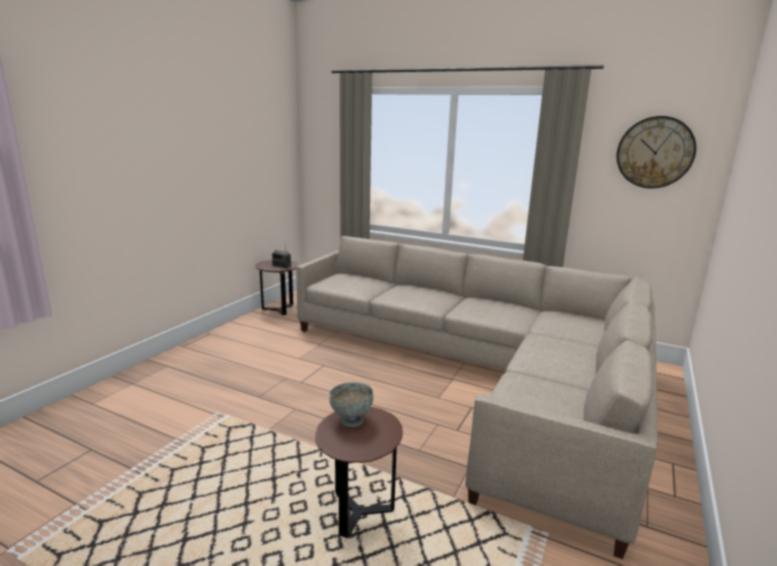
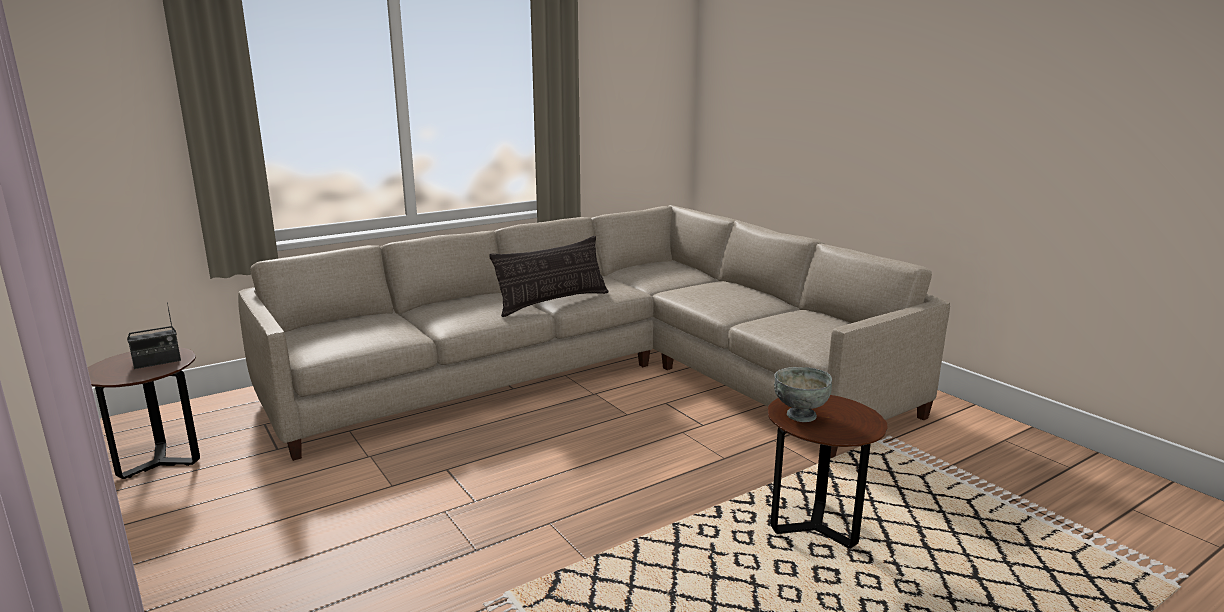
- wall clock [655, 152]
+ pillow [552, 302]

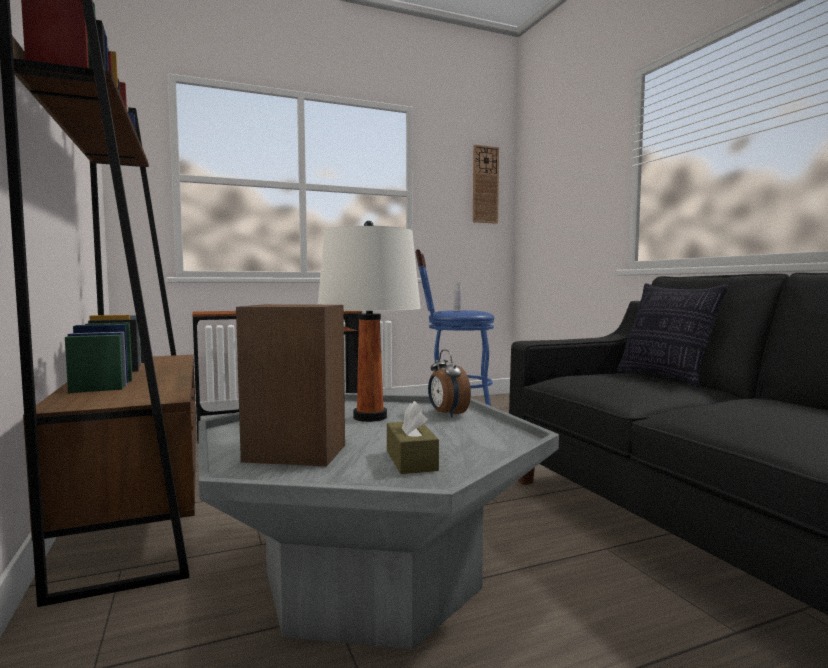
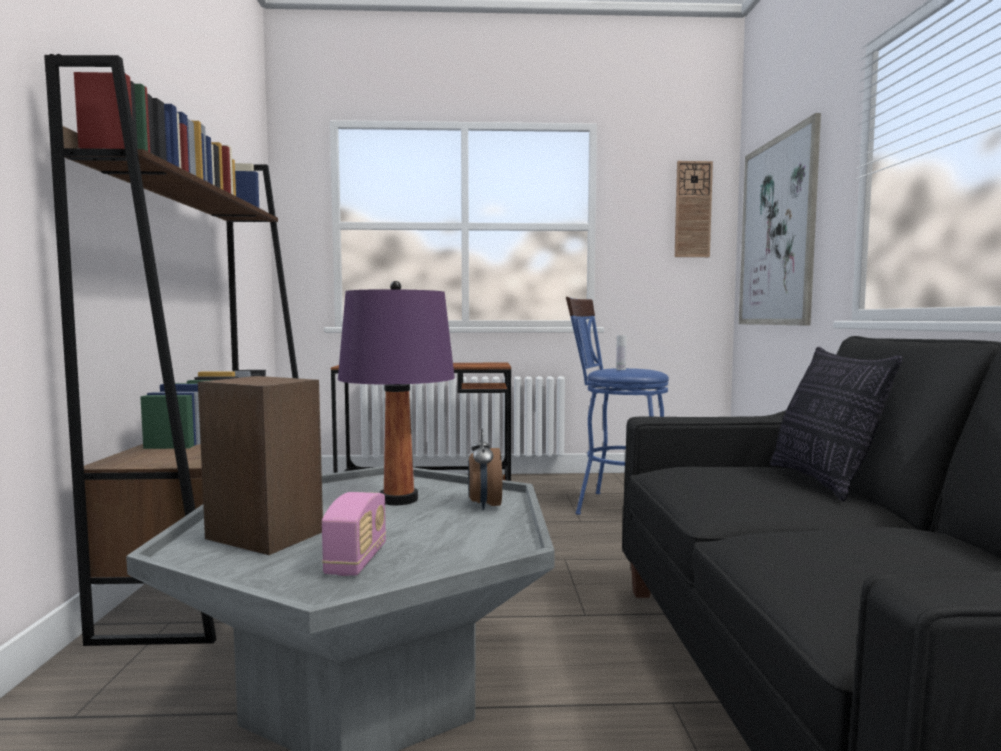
+ picture [777, 232]
~ brown tissue box [411, 460] to radio [356, 560]
~ white table lamp [369, 417] to purple table lamp [398, 499]

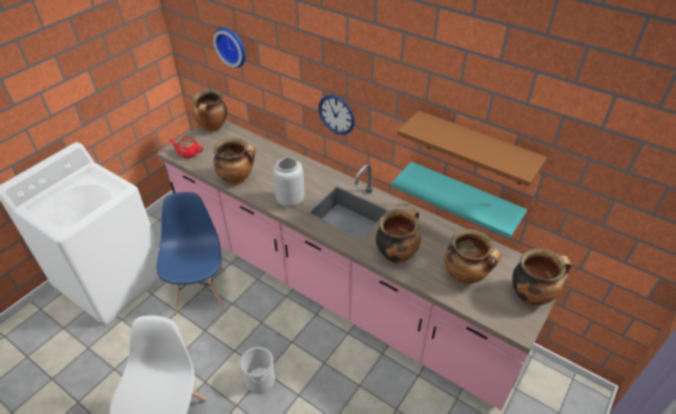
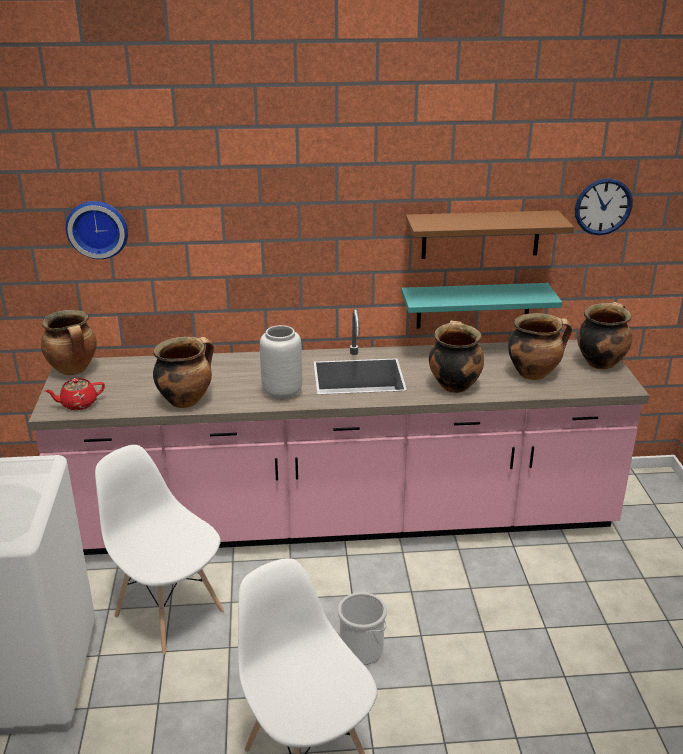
~ wall clock [336, 114] to [603, 206]
~ blue chair [200, 290] to white chair [168, 612]

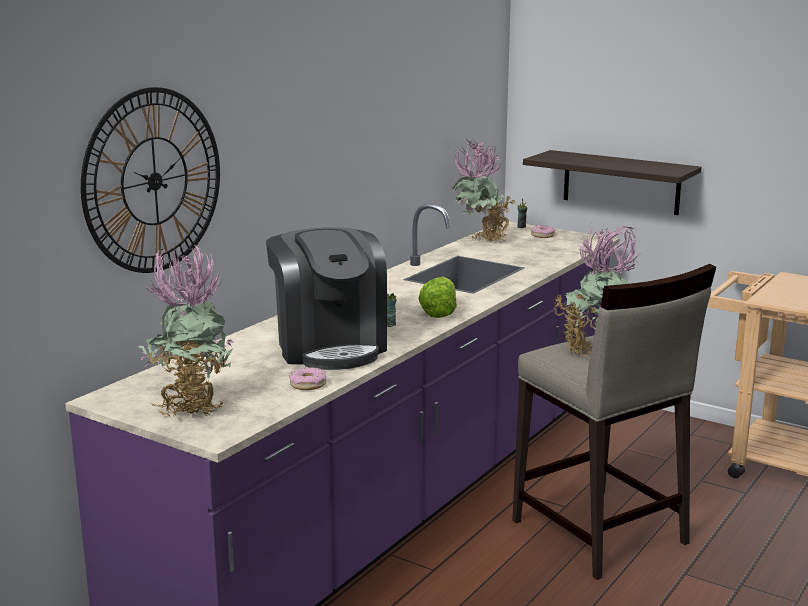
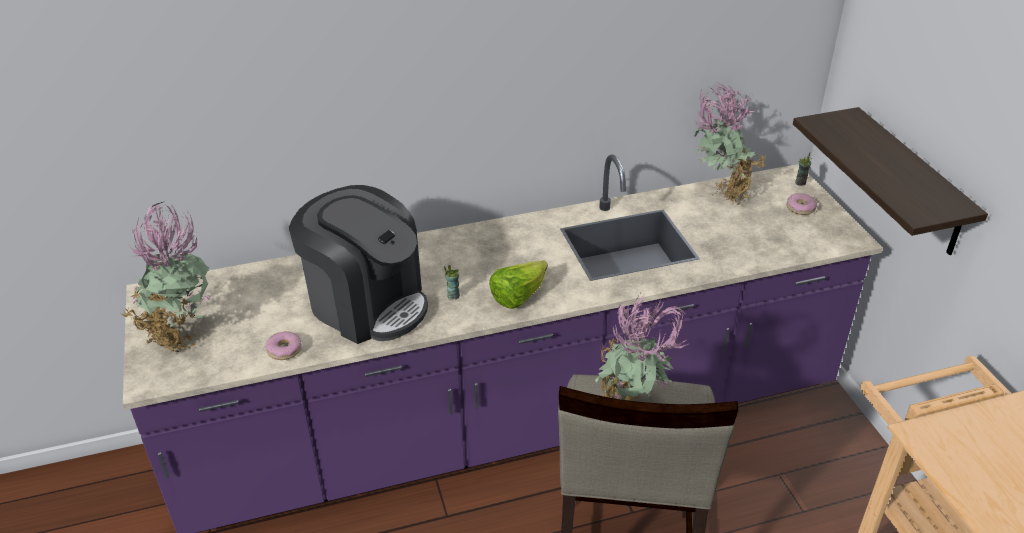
- wall clock [154, 181]
~ coffee machine [329, 346] = [367, 304] 75 degrees counterclockwise

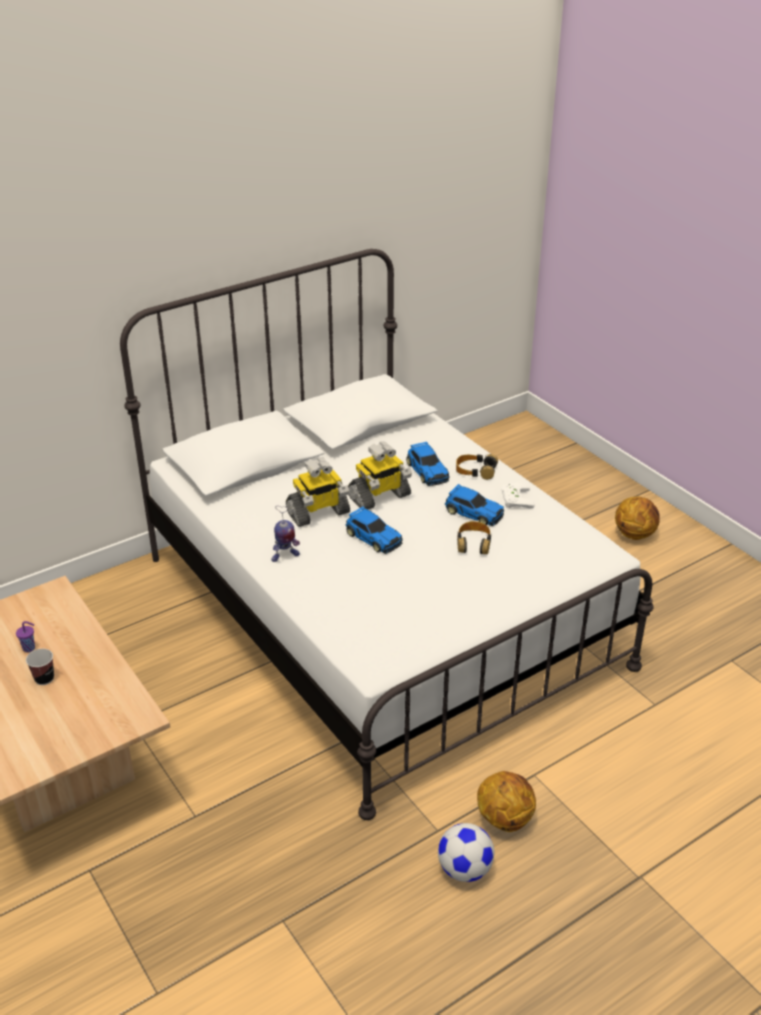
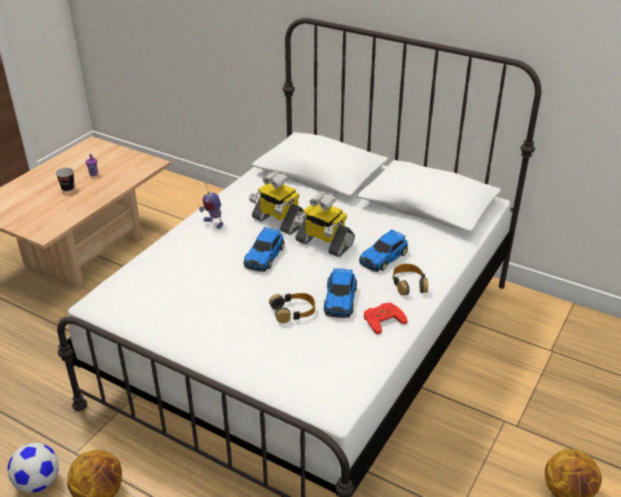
~ white game controller [514, 499] to red game controller [382, 319]

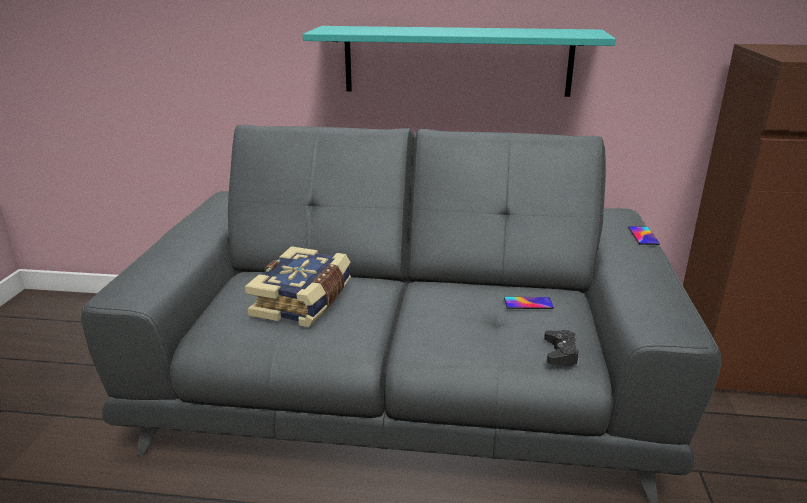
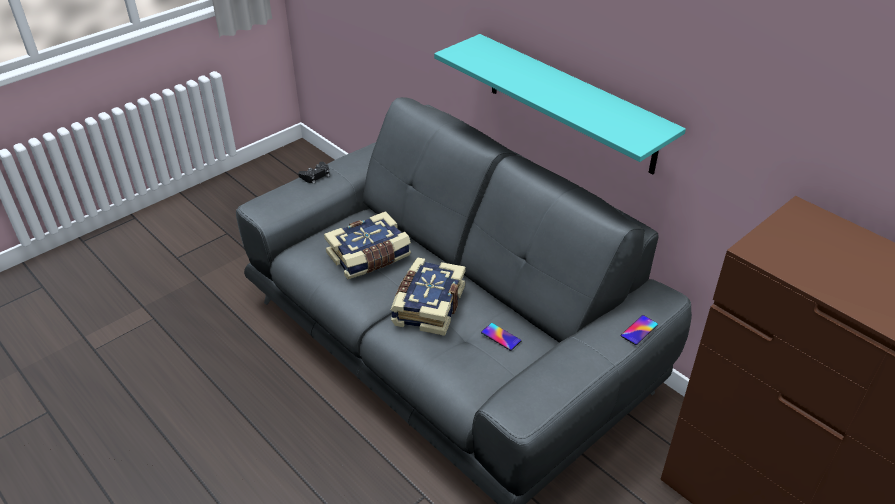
+ book [427, 306]
~ black game controller [561, 353] to [315, 175]

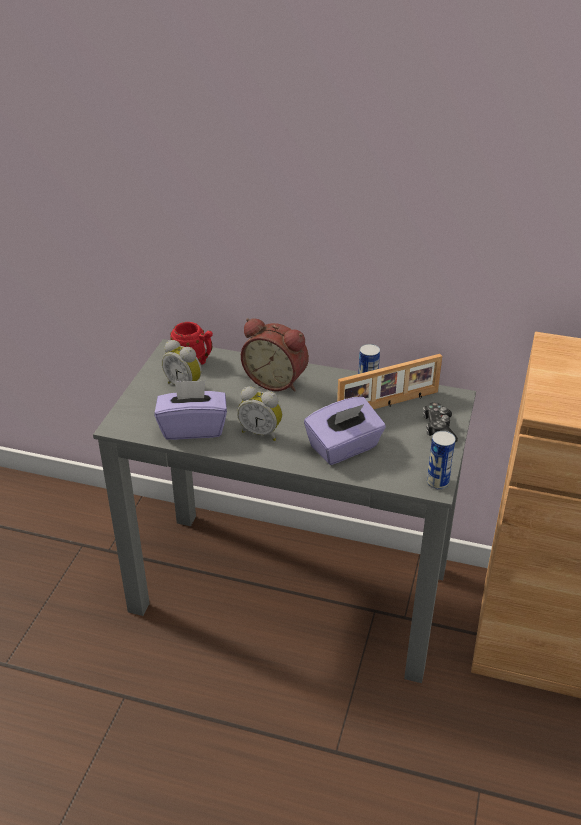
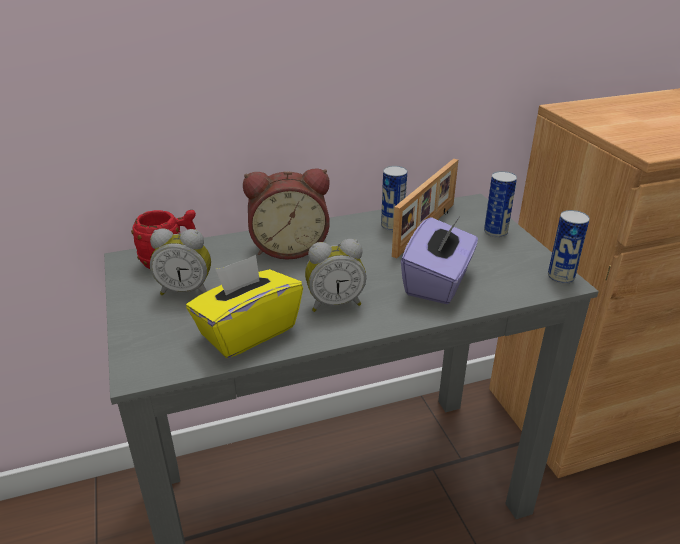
~ game controller [438, 428] to can [495, 232]
~ purple tissue box [193, 428] to yellow tissue box [247, 331]

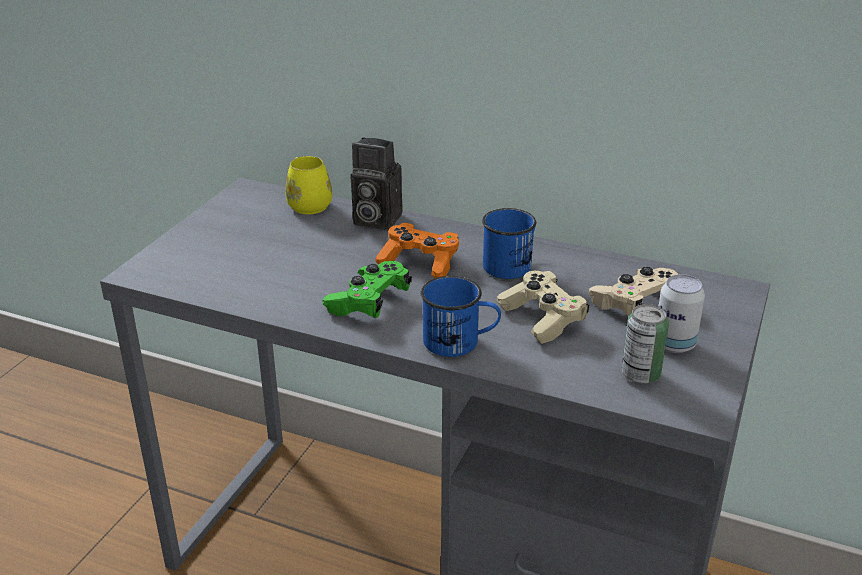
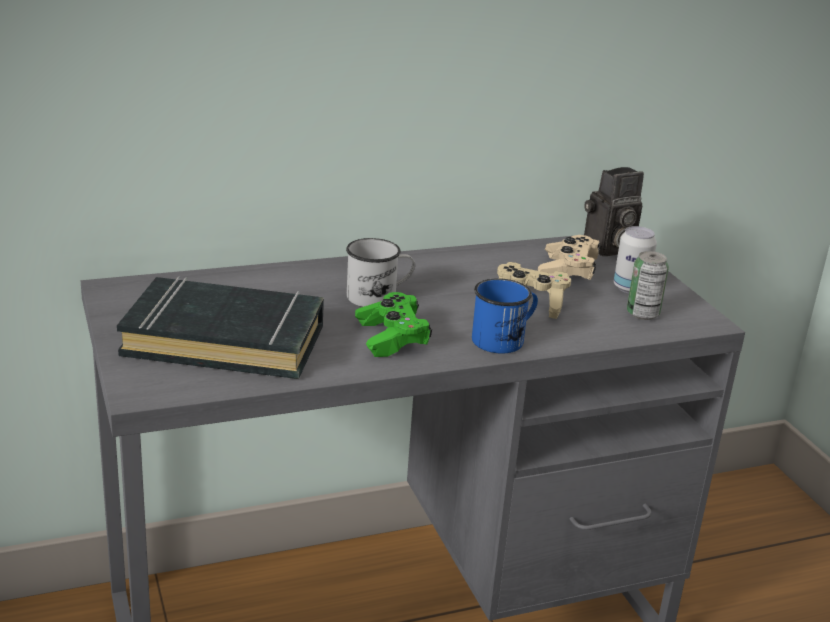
- yellow mug [307, 203]
- blue mug [512, 263]
+ black book [225, 340]
~ photo camera [374, 220] to [608, 248]
~ orange game controller [419, 264] to white mug [379, 296]

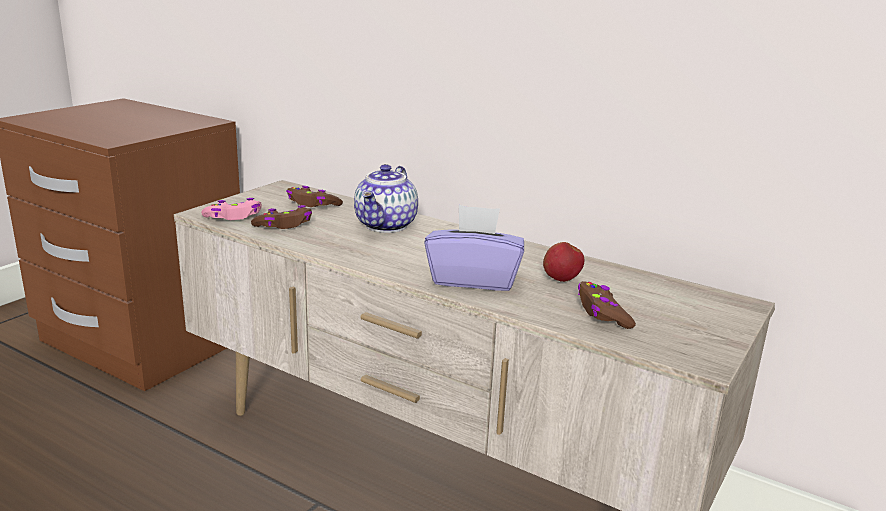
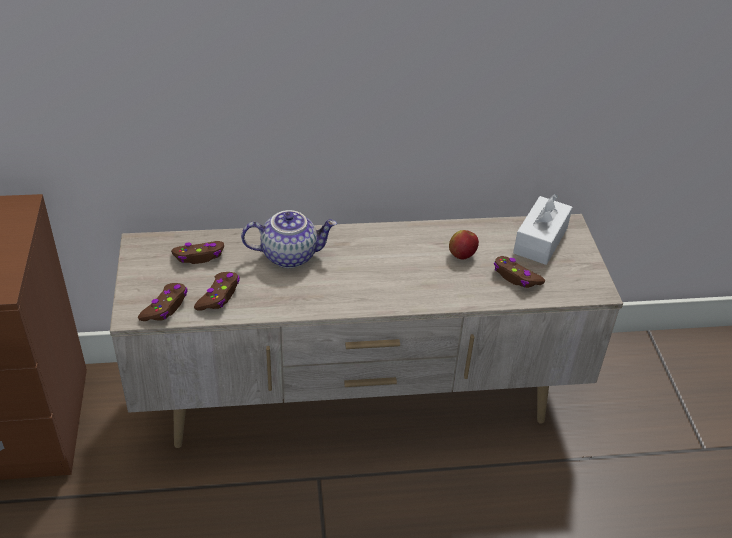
- purple tissue box [473, 279]
+ white tissue box [540, 240]
~ pink game controller [234, 217] to brown game controller [165, 307]
~ teapot [387, 226] = [290, 255] 75 degrees counterclockwise

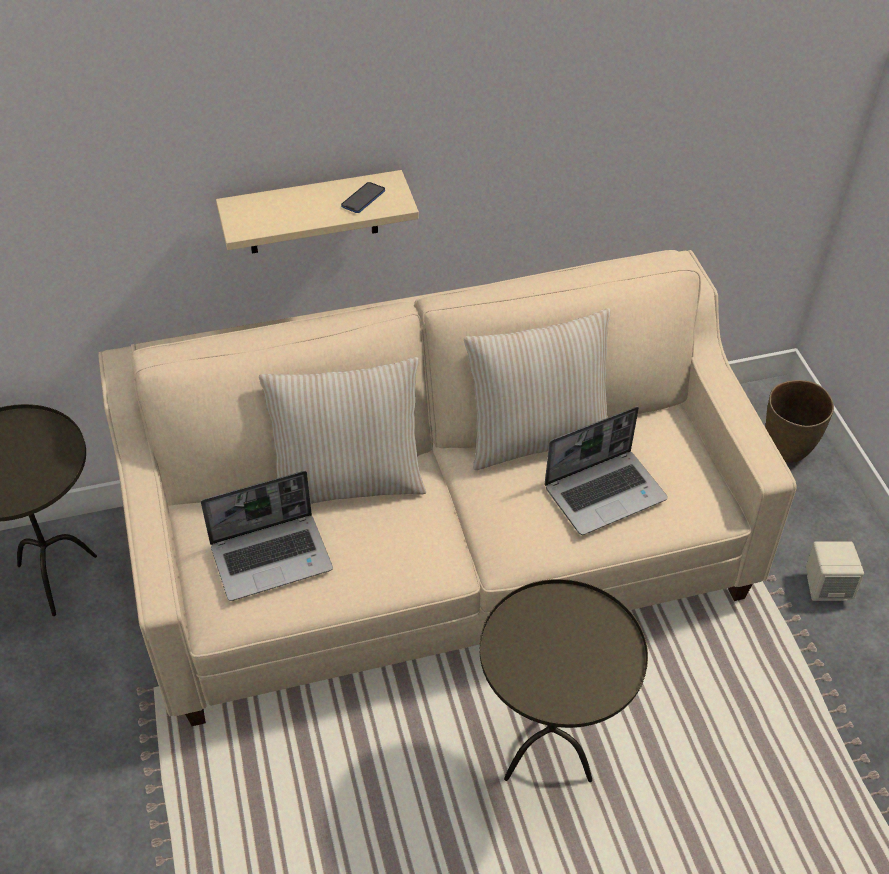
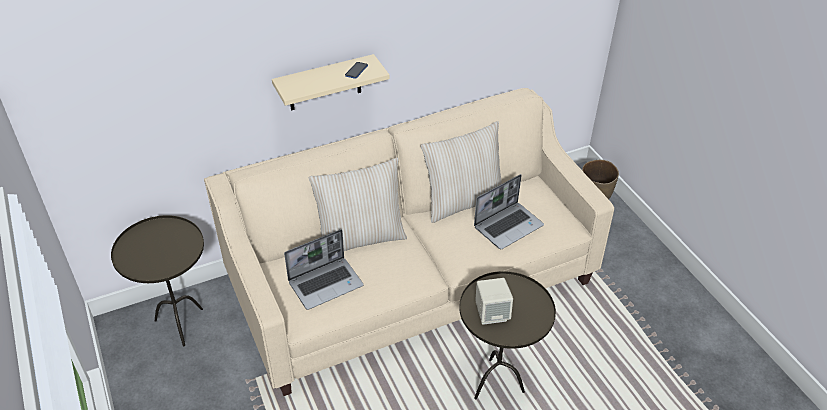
~ beige speaker [826, 587] to [491, 314]

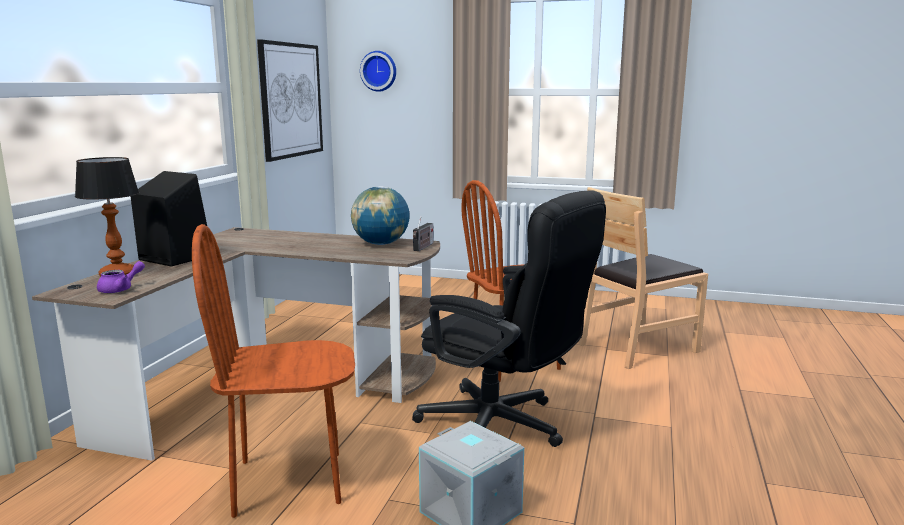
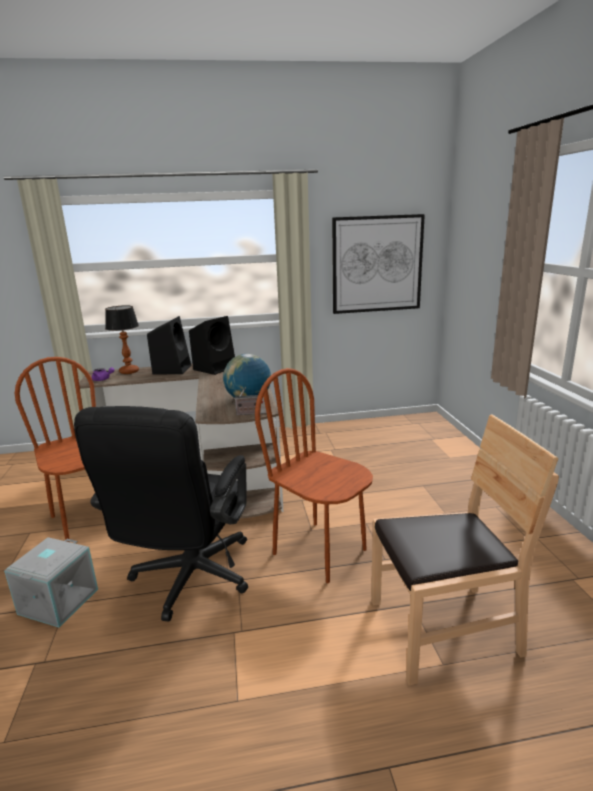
- wall clock [379, 71]
+ black speaker [215, 368]
~ brown chair [637, 347] = [443, 629] 135 degrees clockwise

